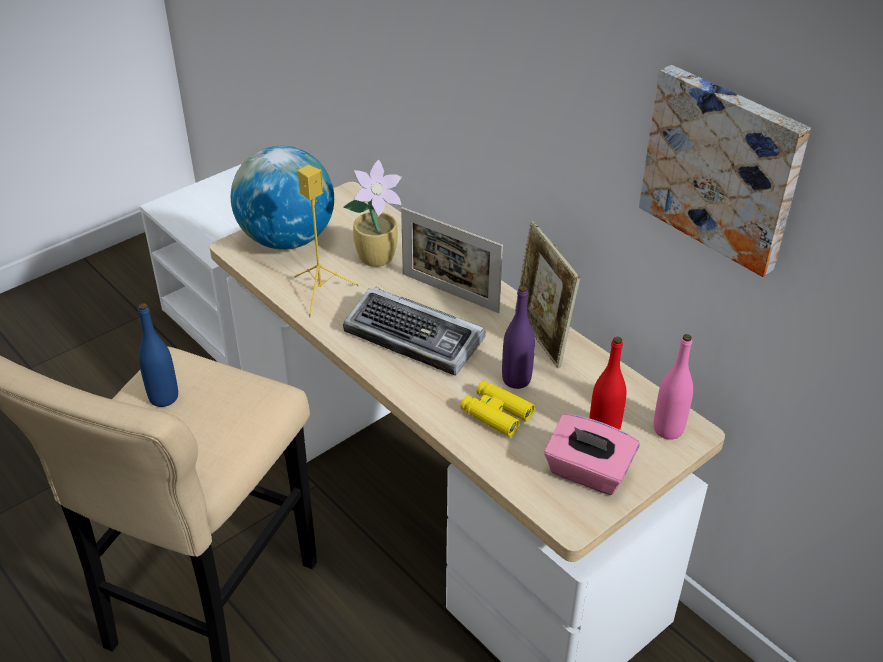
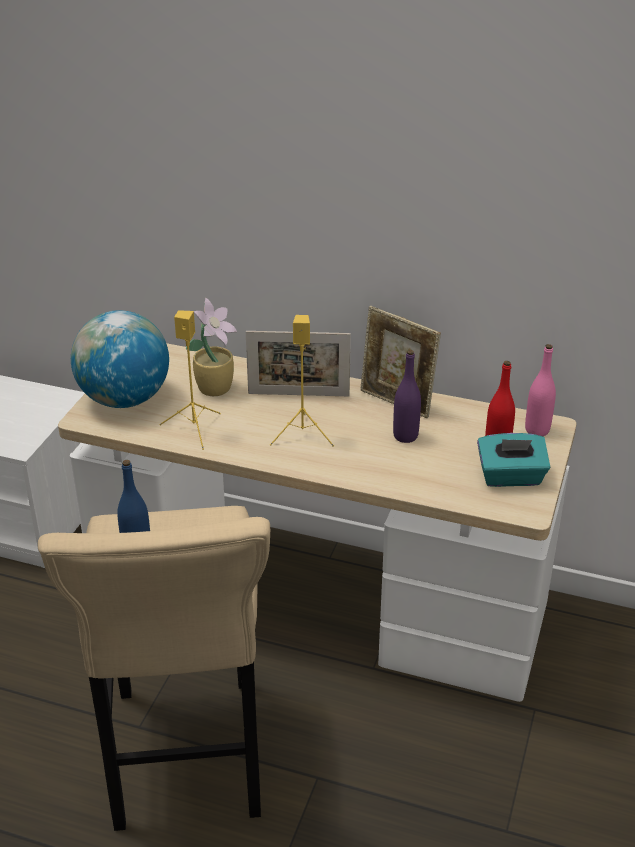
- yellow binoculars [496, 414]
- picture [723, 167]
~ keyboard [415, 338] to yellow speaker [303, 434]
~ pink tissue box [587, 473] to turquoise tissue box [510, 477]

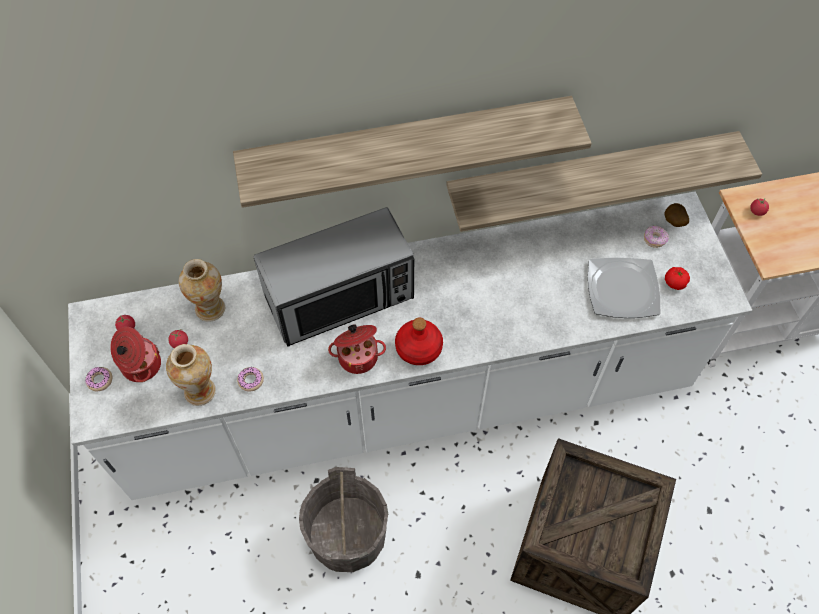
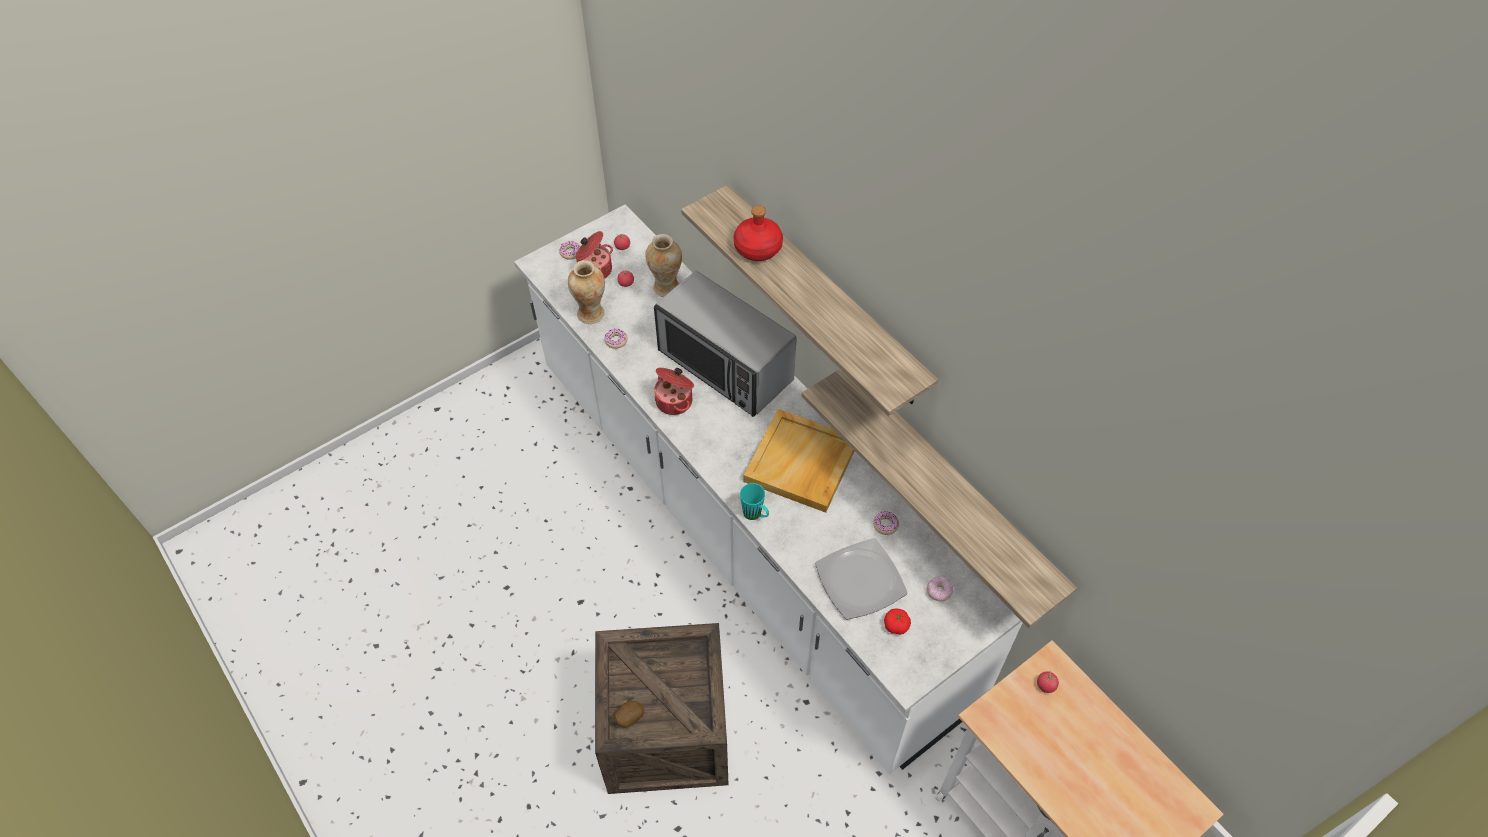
- grey bucket [348, 537]
+ turquoise mug [755, 515]
+ beige tray [801, 463]
+ donut [885, 525]
~ red bottle [419, 347] to [758, 248]
~ potato [673, 222] to [629, 718]

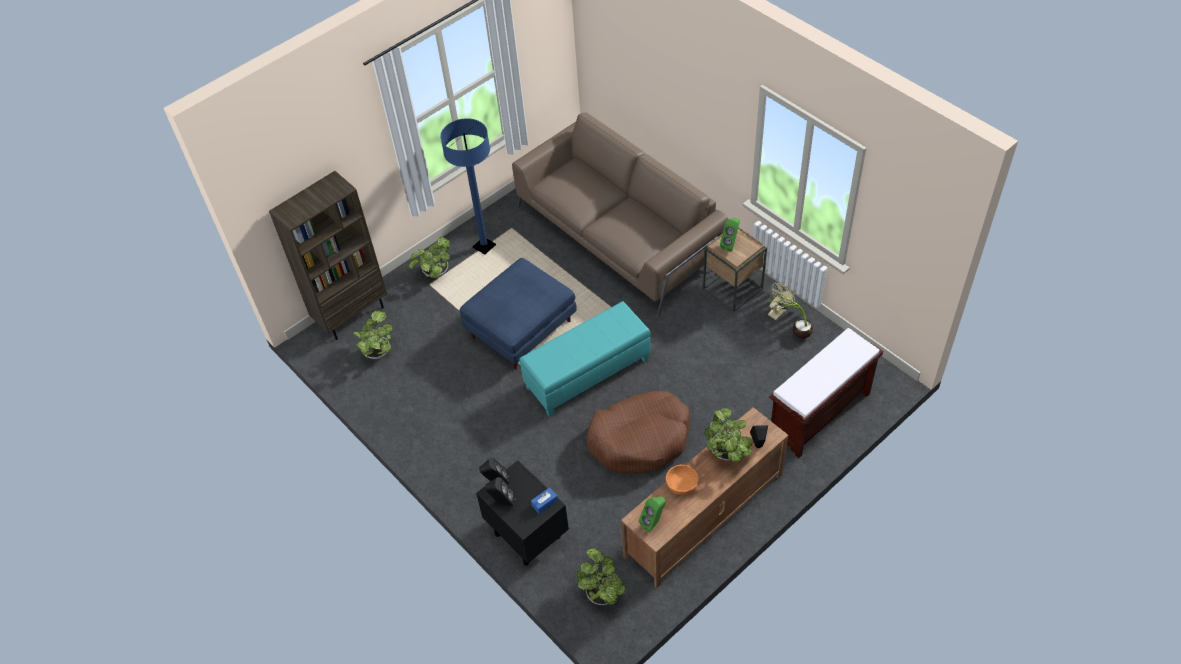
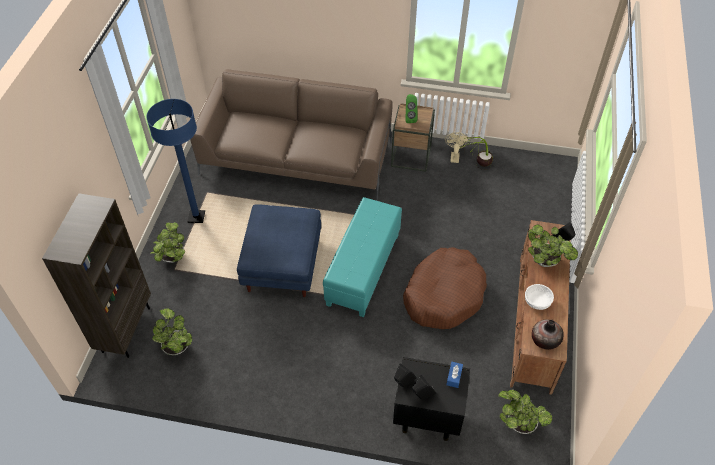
- brown bench [819, 415]
~ green speaker [653, 522] to vase [545, 340]
~ orange bowl [682, 485] to white bowl [537, 301]

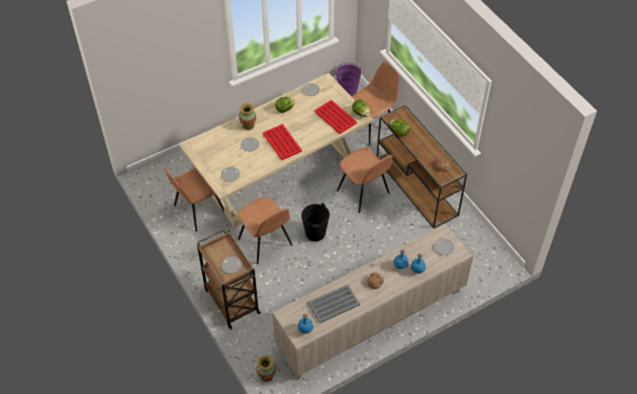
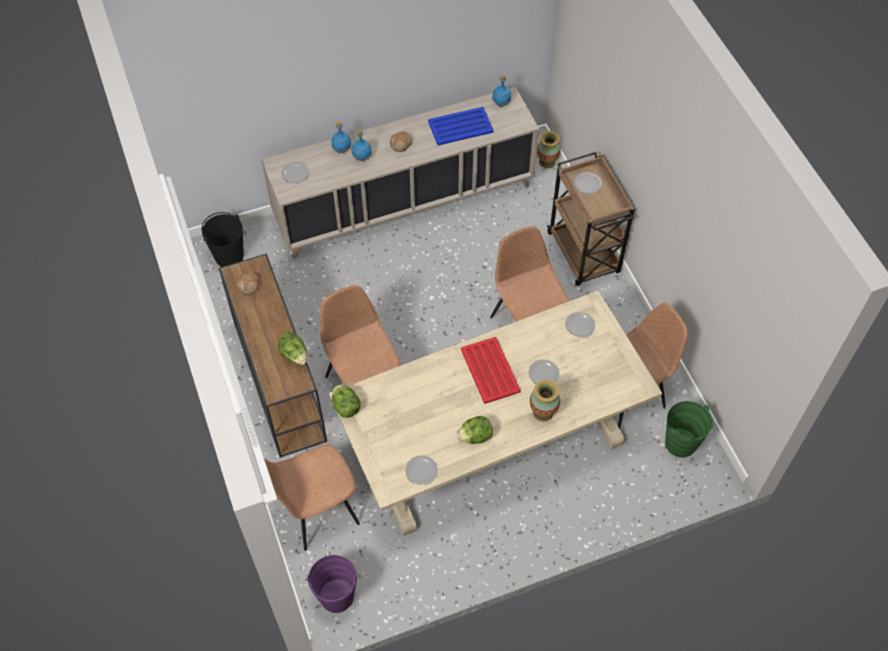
- red tray [335, 117]
+ green bucket [680, 443]
~ black bucket [315, 233] to [229, 256]
~ grey tray [333, 304] to blue tray [461, 127]

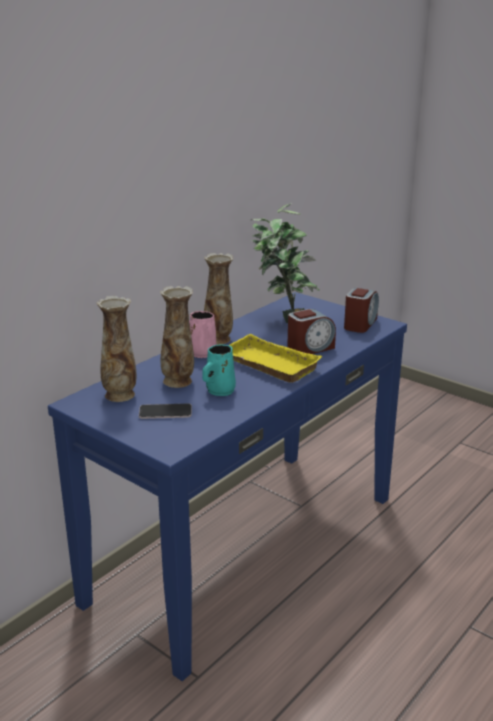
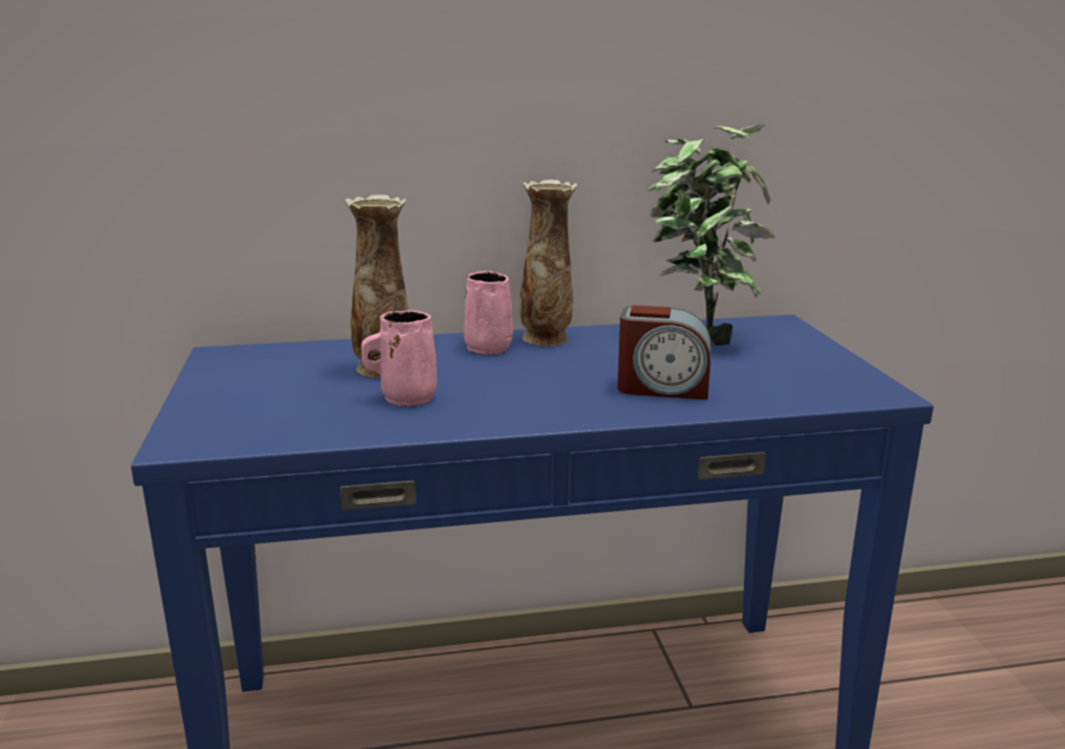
- vase [120, 394]
- phone [165, 412]
- yellow tray [267, 365]
- alarm clock [360, 324]
~ turquoise mug [219, 391] to pink mug [405, 398]

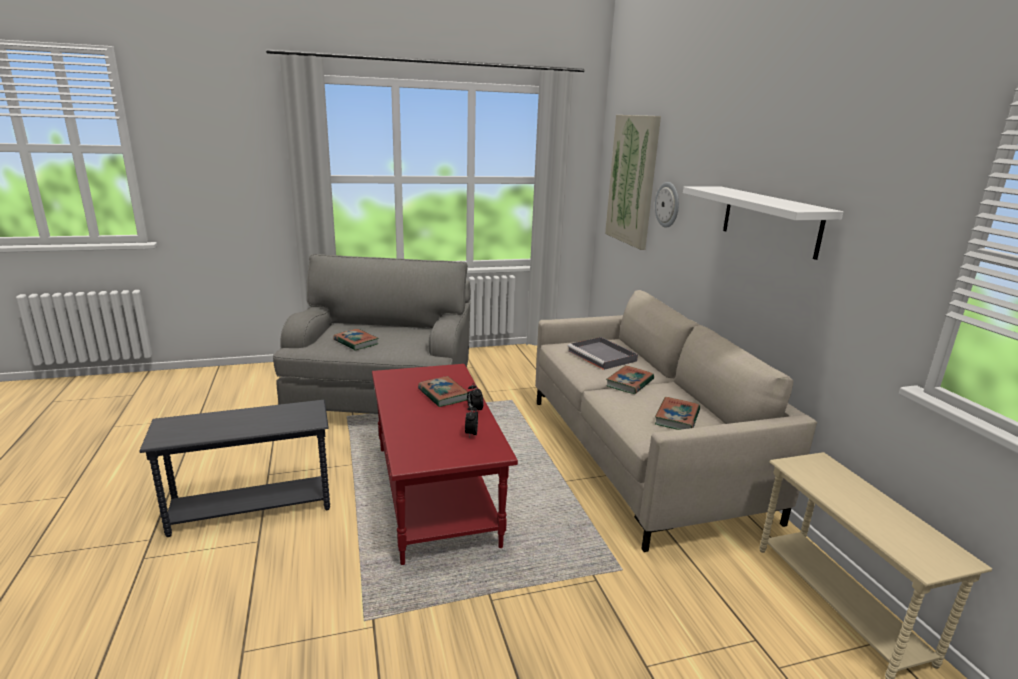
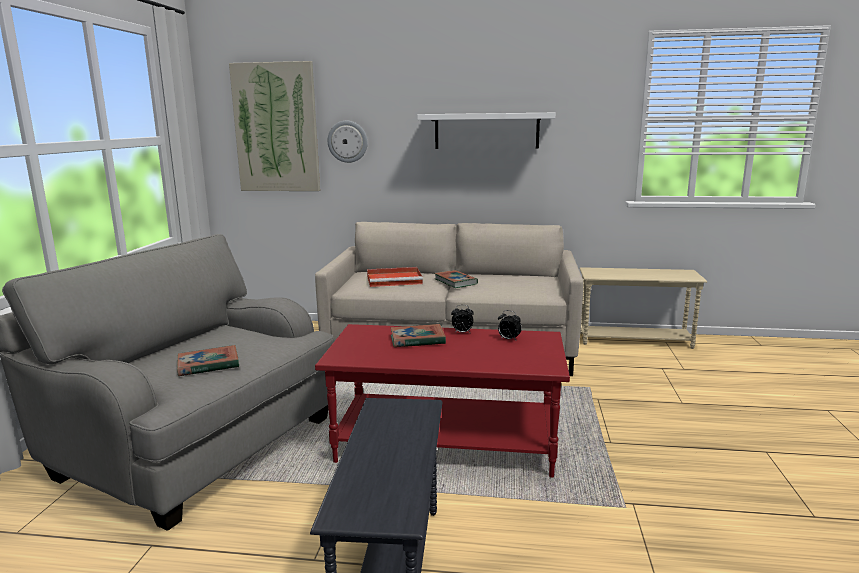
- book [677, 418]
~ grey tray [603, 356] to red tray [395, 279]

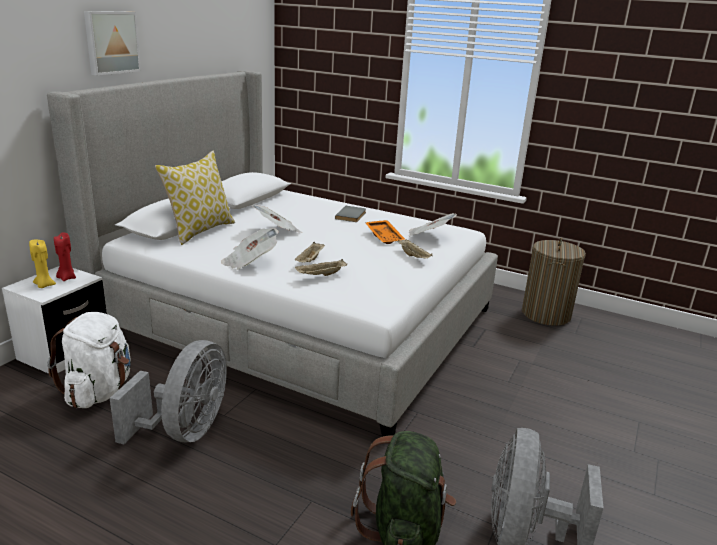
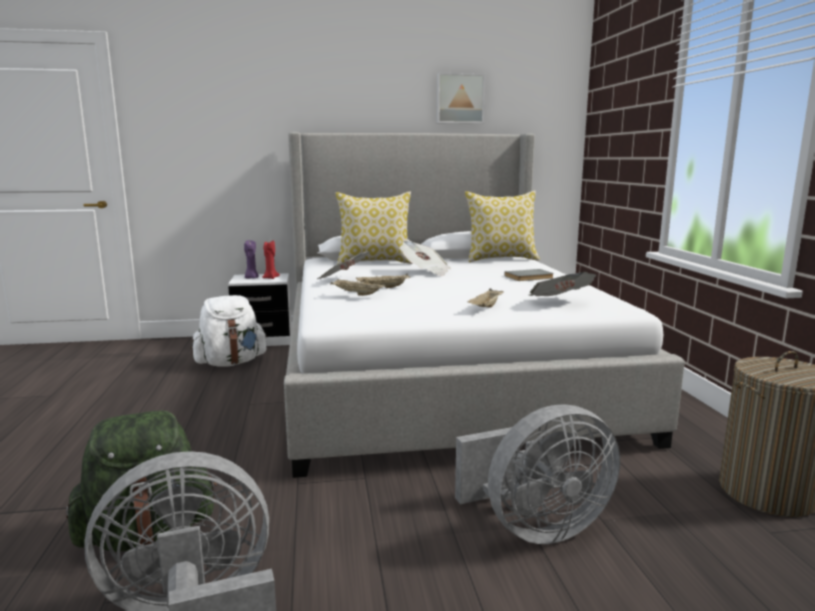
- orange tray [385, 237]
+ pillow [501, 259]
~ picture [111, 42] to [459, 99]
~ grey fan [185, 431] to [536, 528]
~ yellow candle [44, 285] to purple candle [251, 278]

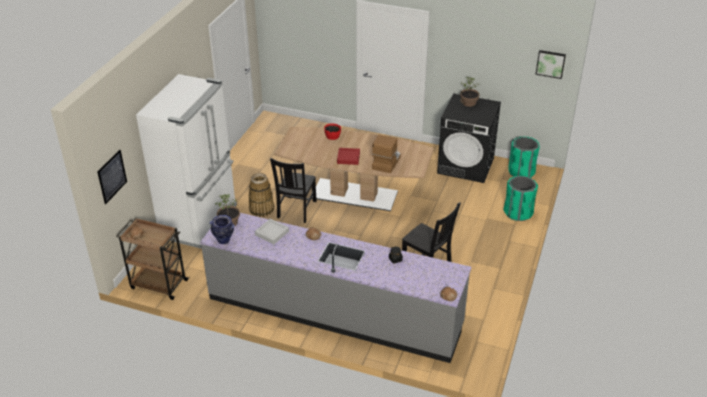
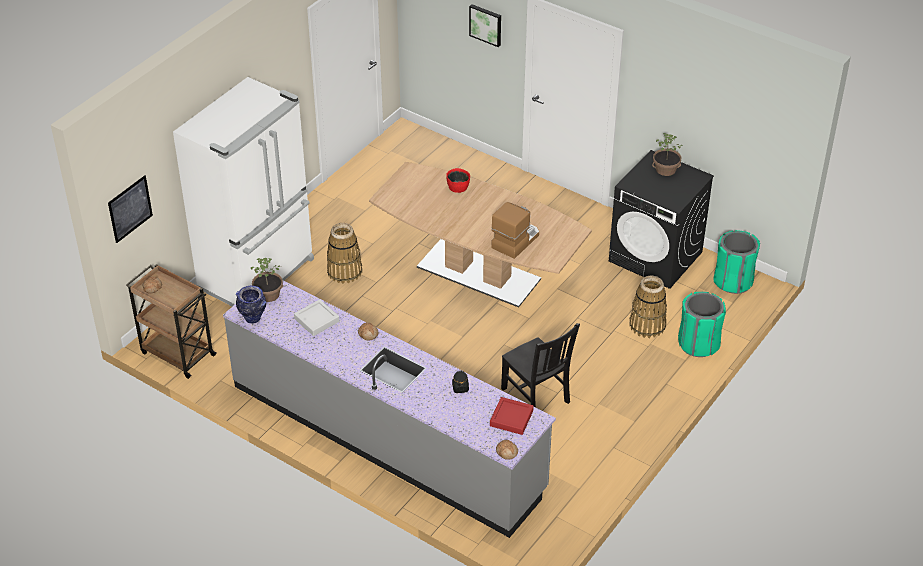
- black chair [296, 210]
+ basket [647, 325]
~ red tray [348, 158] to [511, 418]
~ picture [550, 63] to [486, 24]

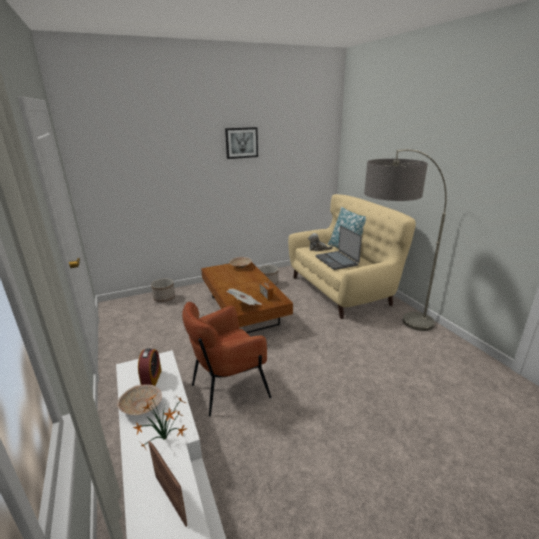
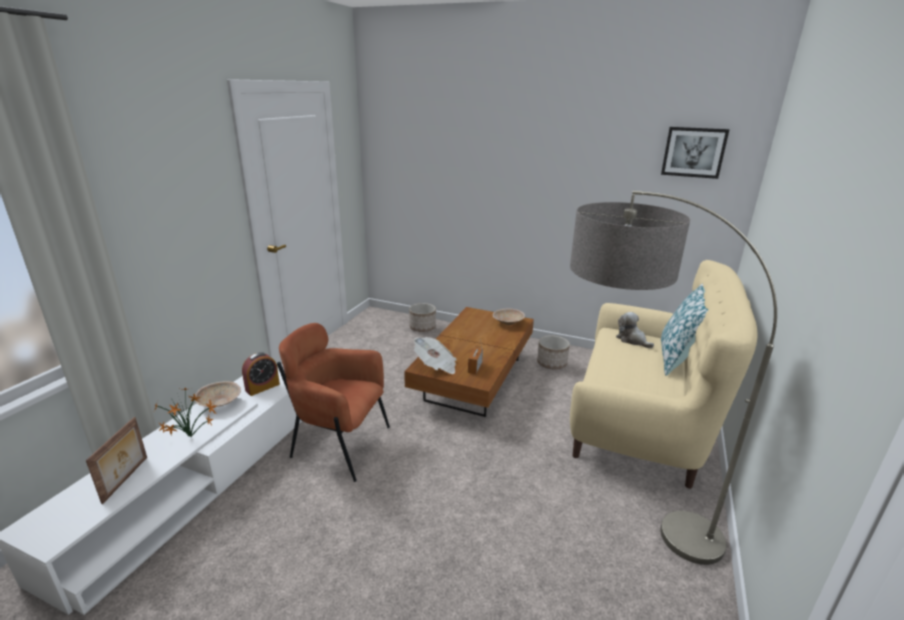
- laptop [337, 261]
~ picture [241, 143] to [693, 152]

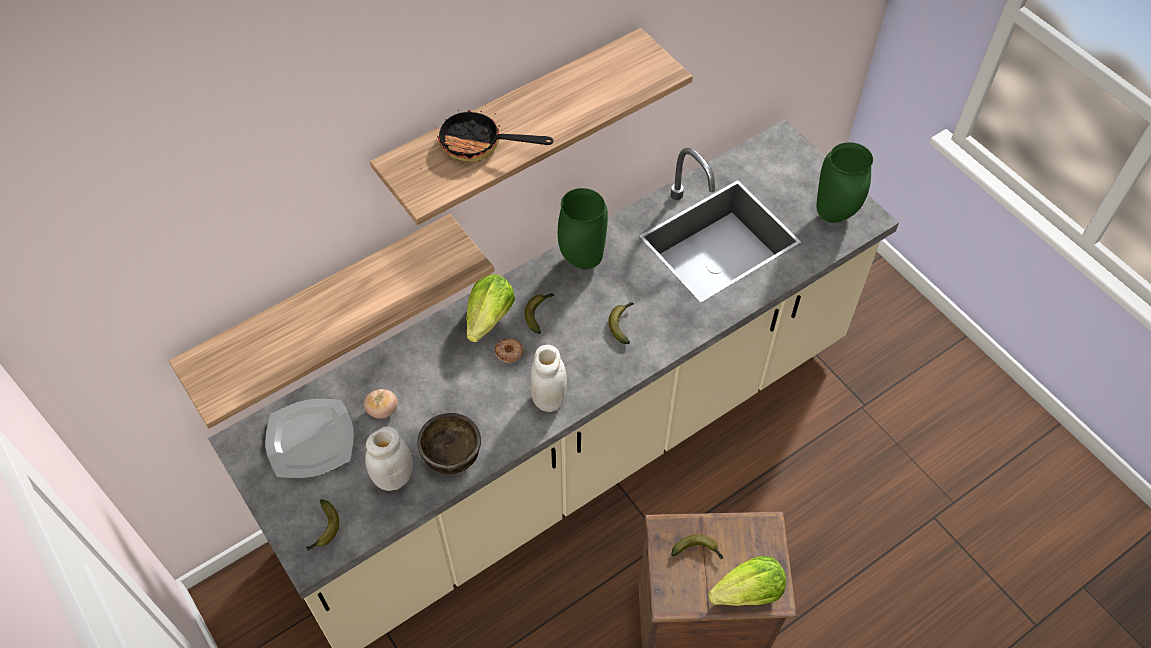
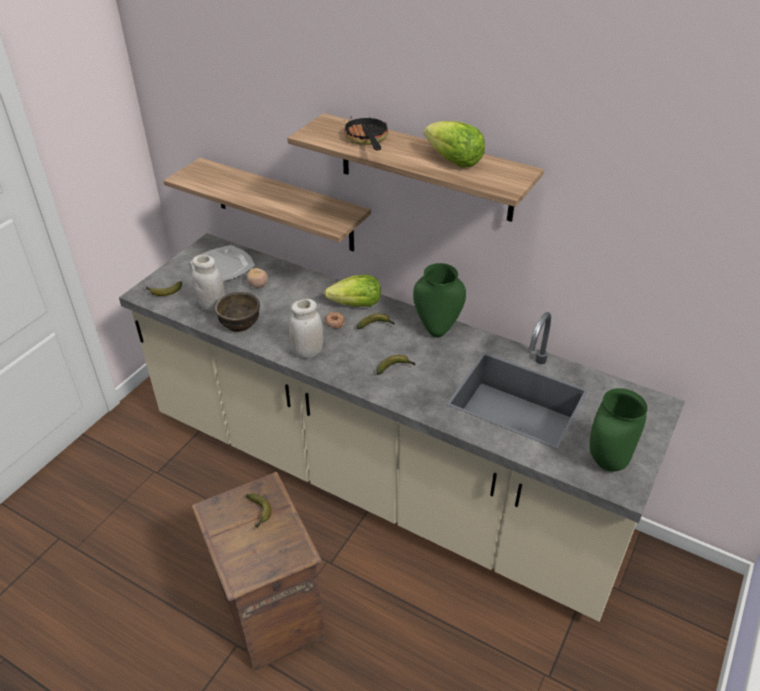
~ lettuce [748, 592] to [454, 161]

